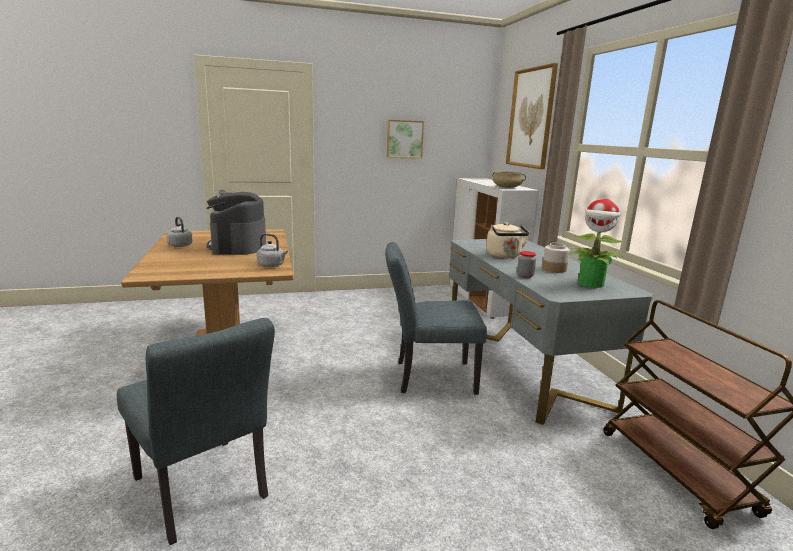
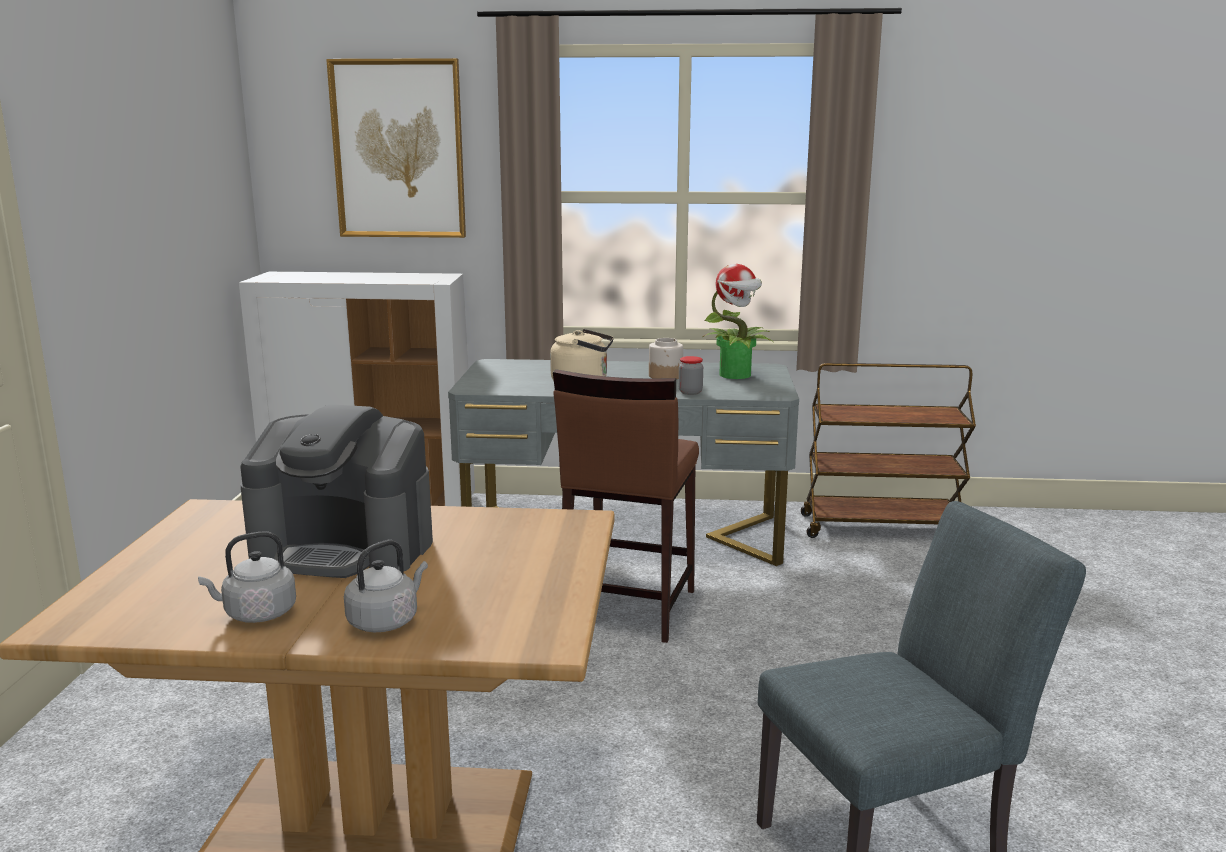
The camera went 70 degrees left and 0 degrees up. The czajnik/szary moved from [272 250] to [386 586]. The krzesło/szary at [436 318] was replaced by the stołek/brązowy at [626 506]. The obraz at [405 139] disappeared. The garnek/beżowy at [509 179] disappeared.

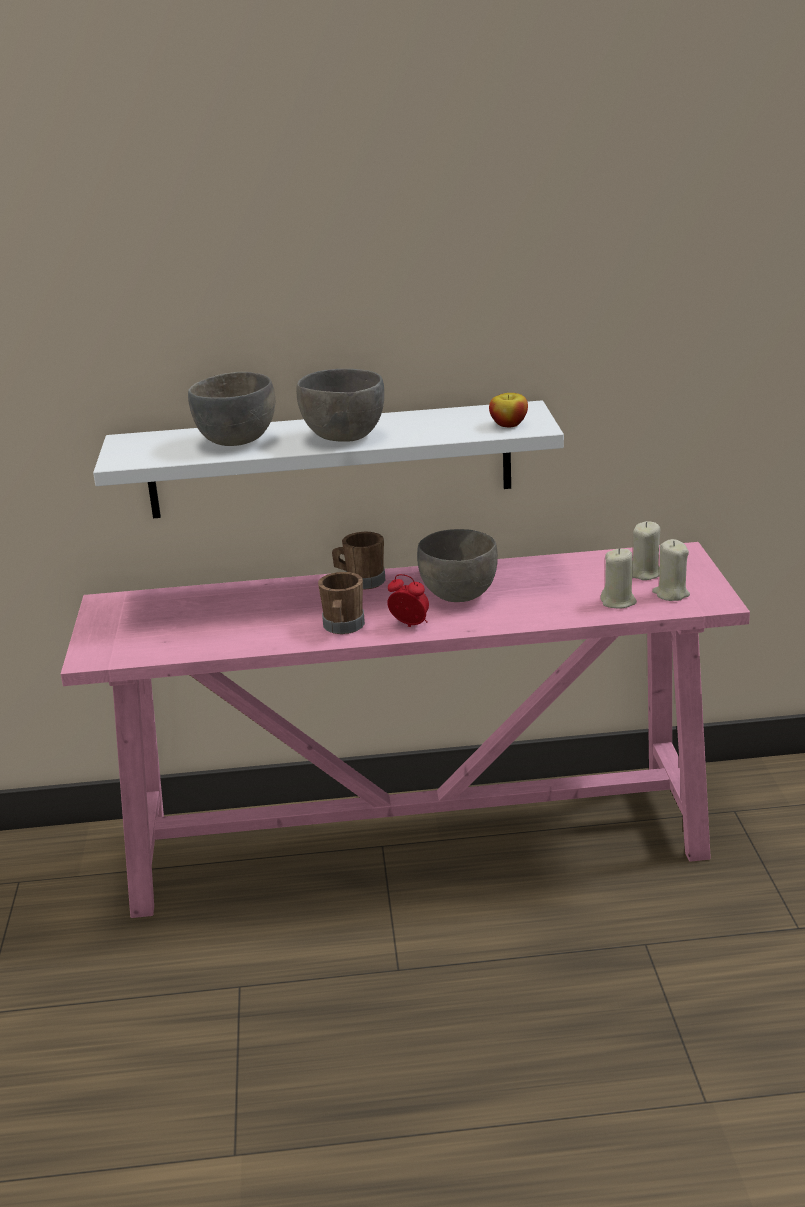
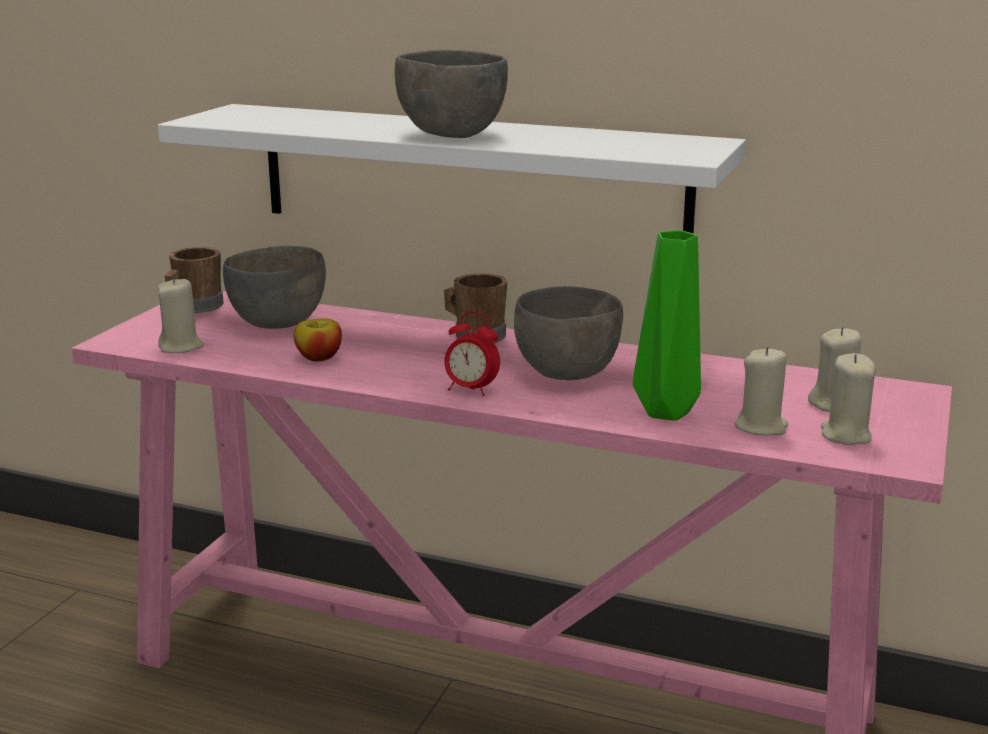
The camera went 25 degrees right and 5 degrees down. The miska/szary moved from [231 409] to [274 287]. The kubek/brązowy moved from [341 603] to [194 280]. The budzik at [408 600] turned 150 degrees clockwise. The jabłko moved from [508 410] to [318 340]. The świeca/beżowy at [181 315] appeared. The wazon/zielony at [667 325] appeared.

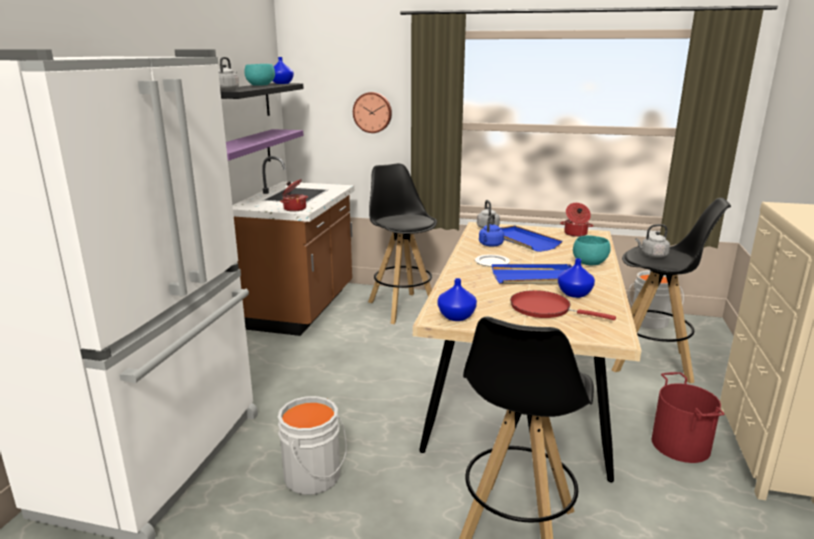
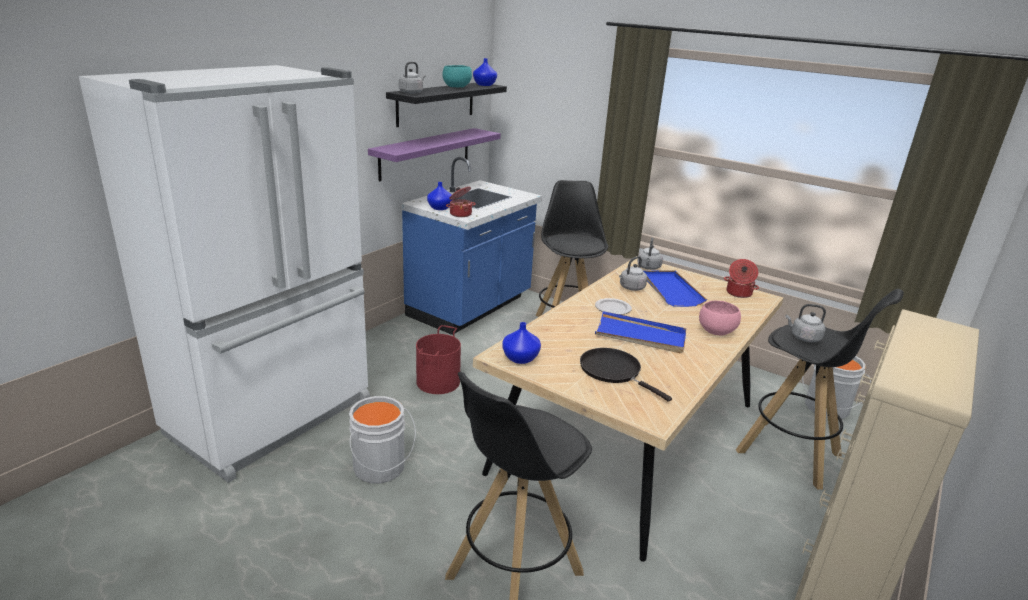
The camera went 20 degrees right and 5 degrees up. The zabudowa kuchenna/brązowy at [293 246] became the zabudowa kuchenna/niebieski at [471 246]. The zegar ścienny at [372 112] disappeared. The czajnik/niebieski at [491 230] became the czajnik/szary at [633 273]. The patelnia/czerwony at [563 305] became the patelnia/czarny at [626 375]. The wazon/niebieski moved from [576 278] to [439 196]. The miska/turkusowy at [592 250] became the miska/różowy at [720 318]. The wiadro/czerwony moved from [688 417] to [438 359].

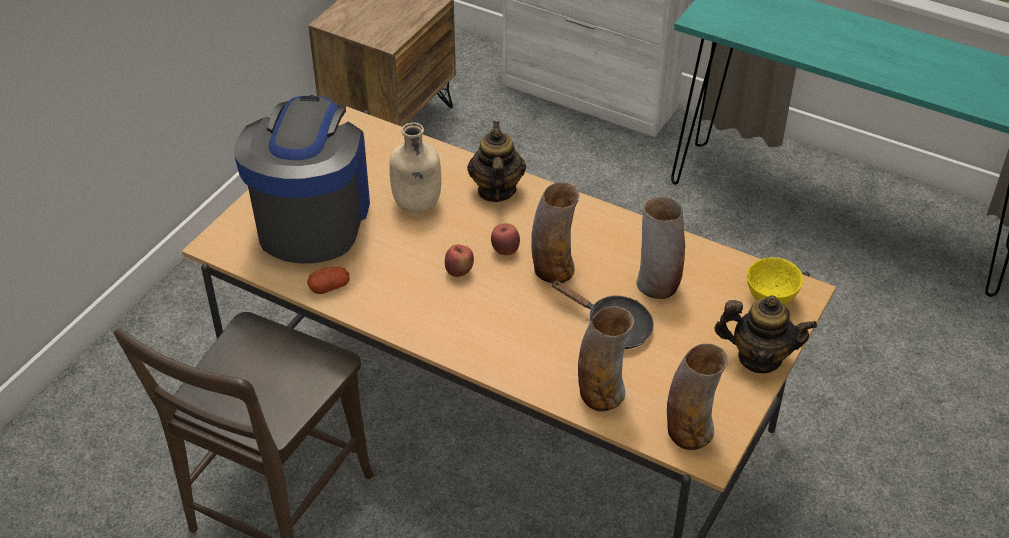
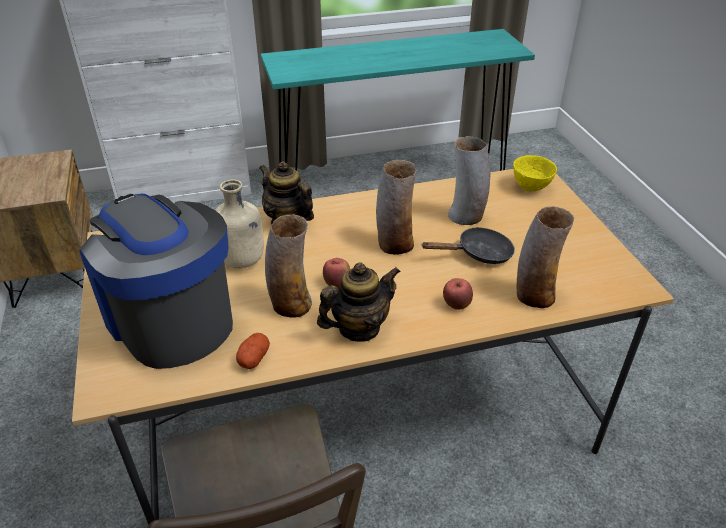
The camera went 45 degrees left and 5 degrees down. The jabłko moved from [505 239] to [458 294]. The wazon moved from [698 396] to [288 266]. The imbryk moved from [765 334] to [359 301].

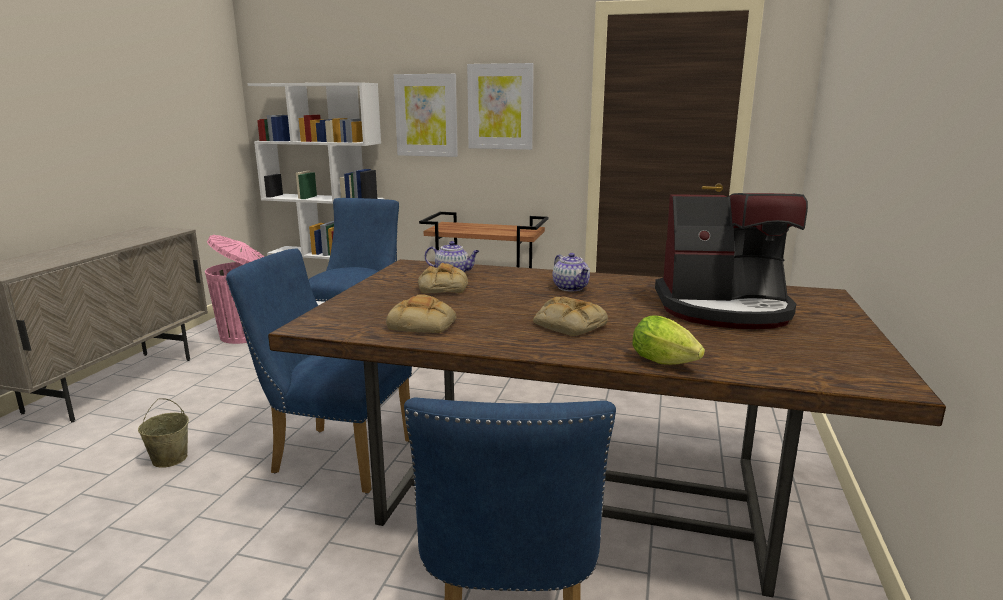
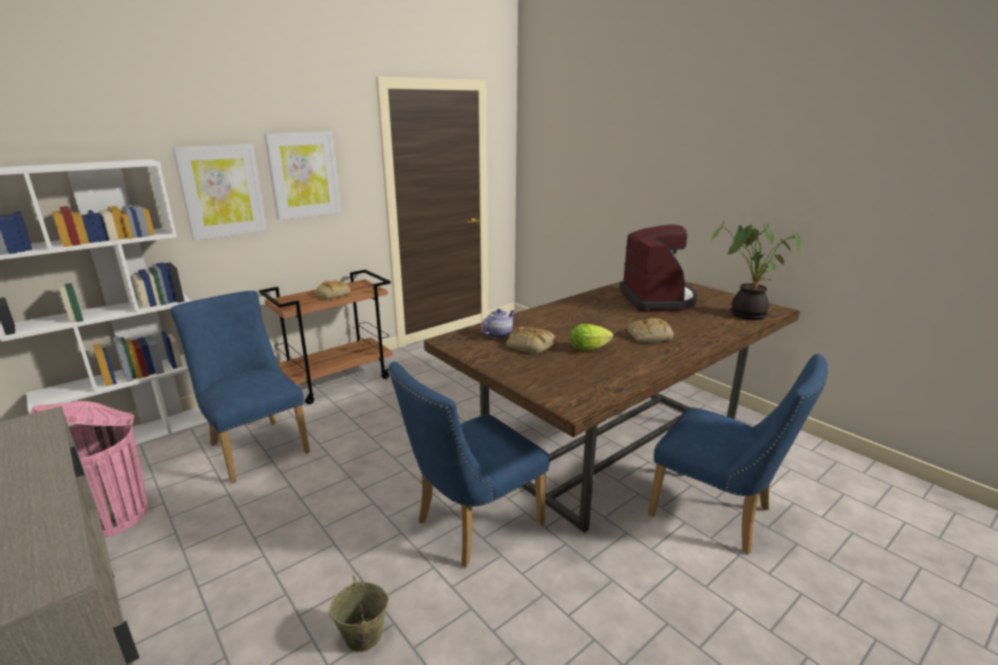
The camera went 55 degrees left and 5 degrees up. The chleb moved from [421 313] to [333 290]. The imbryk at [571 272] disappeared. The sałata moved from [668 340] to [591 337]. The ekspres do kawy at [731 261] turned 45 degrees counterclockwise. The roślina doniczkowa at [756 270] appeared.

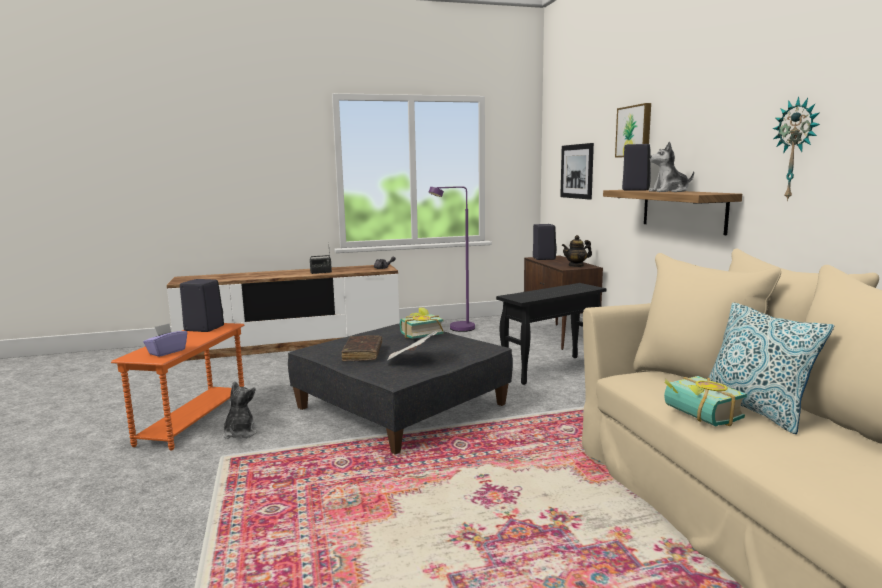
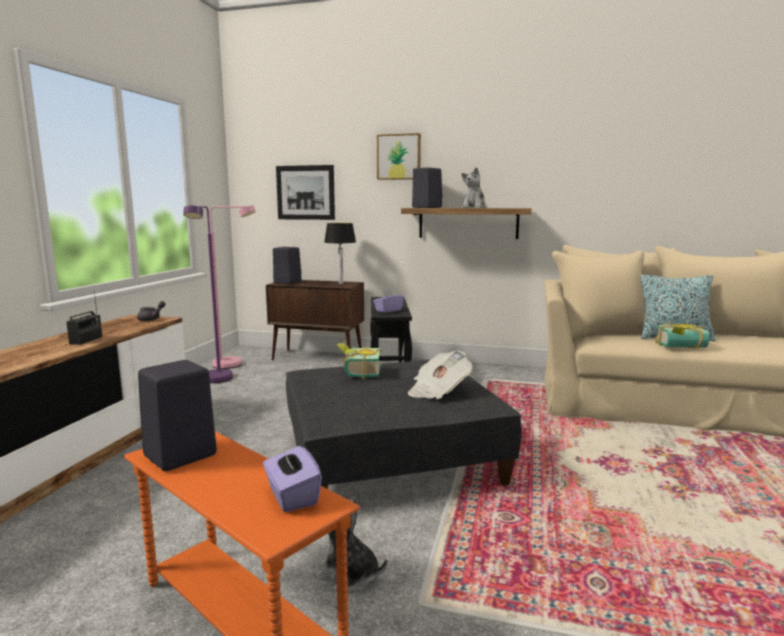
The camera went 60 degrees left and 0 degrees up. The książka/brązowy at [361 348] disappeared. The imbryk at [577 251] was replaced by the lampa stołowa at [340 253]. The zegar ścienny at [796 149] disappeared. The lampa stojąca/różowy at [233 287] appeared. The pudełko chusteczek/fioletowy at [388 301] appeared.

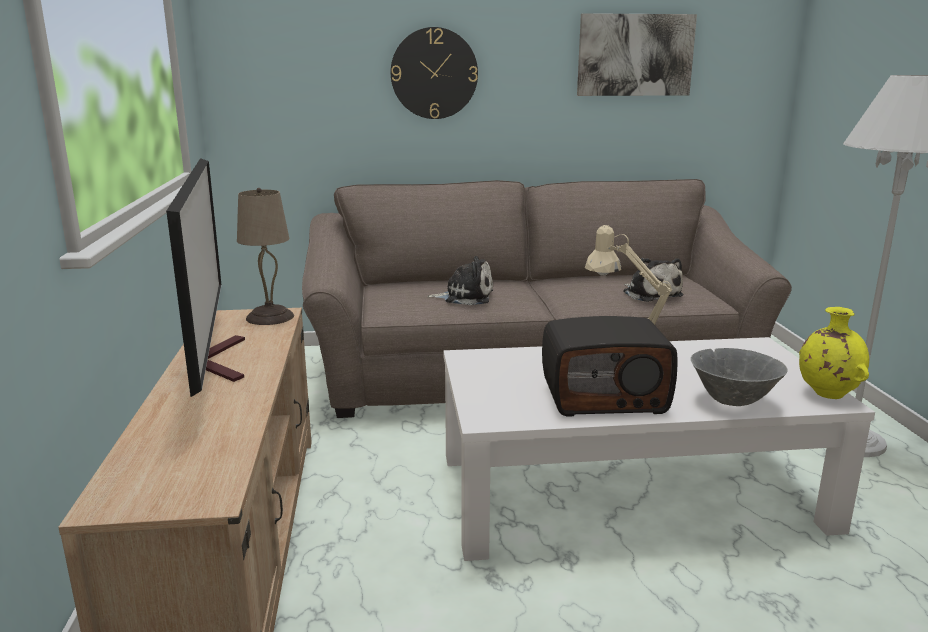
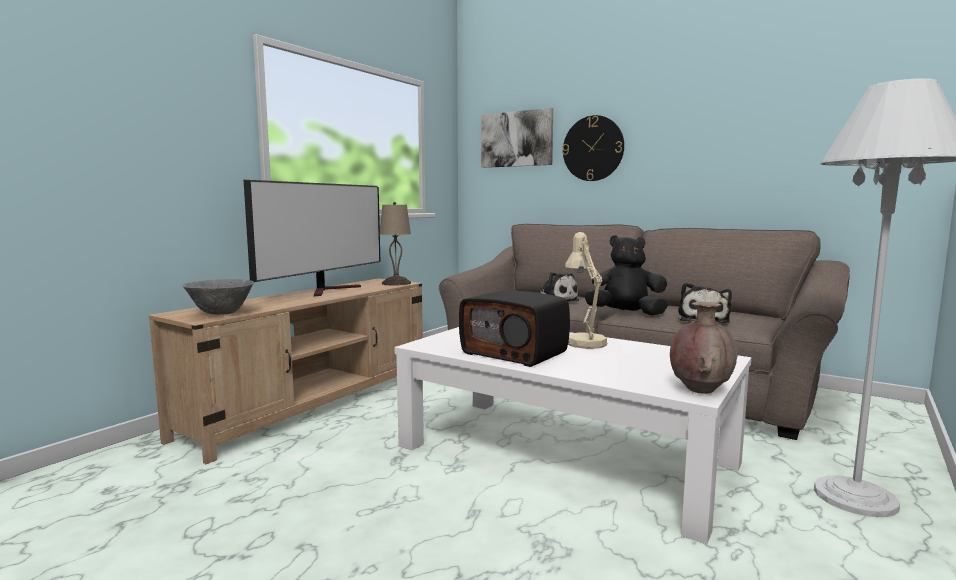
The camera went 40 degrees right and 10 degrees down. The obraz moved from [637 54] to [517 138]. The miska/szary moved from [739 377] to [218 297]. The wazon/żółty at [834 353] became the wazon/brązowy at [703 348]. The pluszak/czarny at [626 275] appeared.

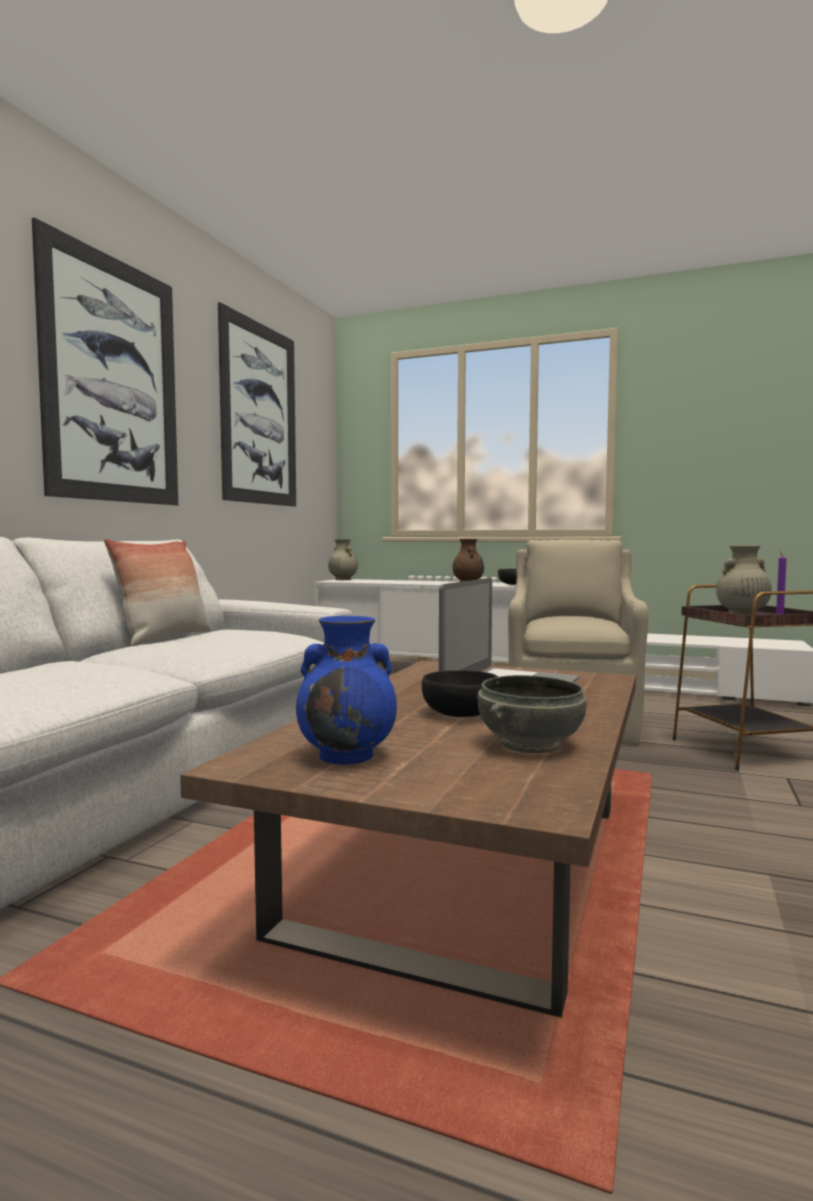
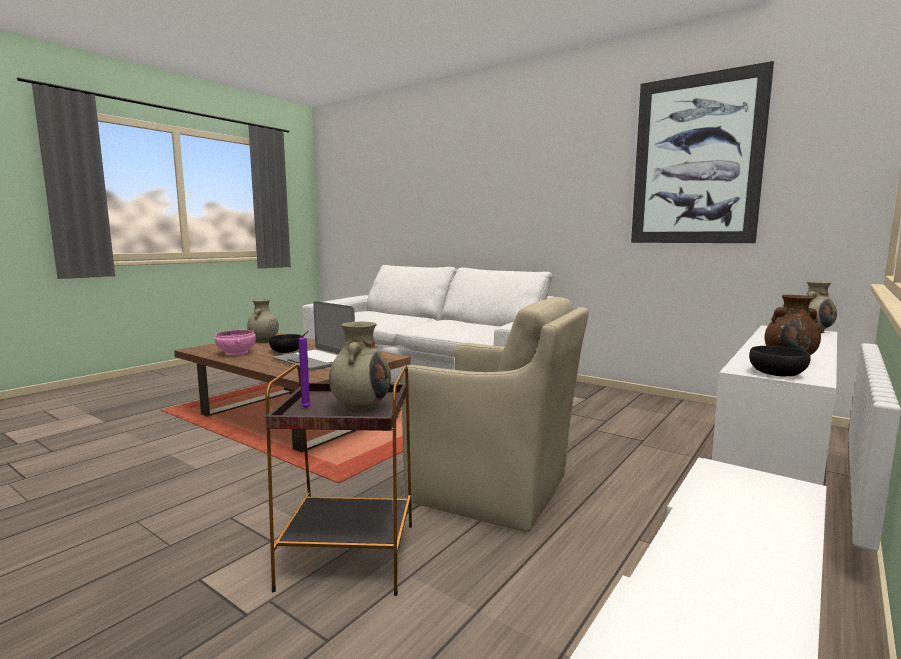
The camera went 105 degrees right and 5 degrees up. The obraz at [105 362] disappeared. The poduszka at [157 592] disappeared. The wazon/niebieski at [346 690] became the wazon/beżowy at [263 320]. The miska/szary at [531 714] became the miska/różowy at [235 343].

